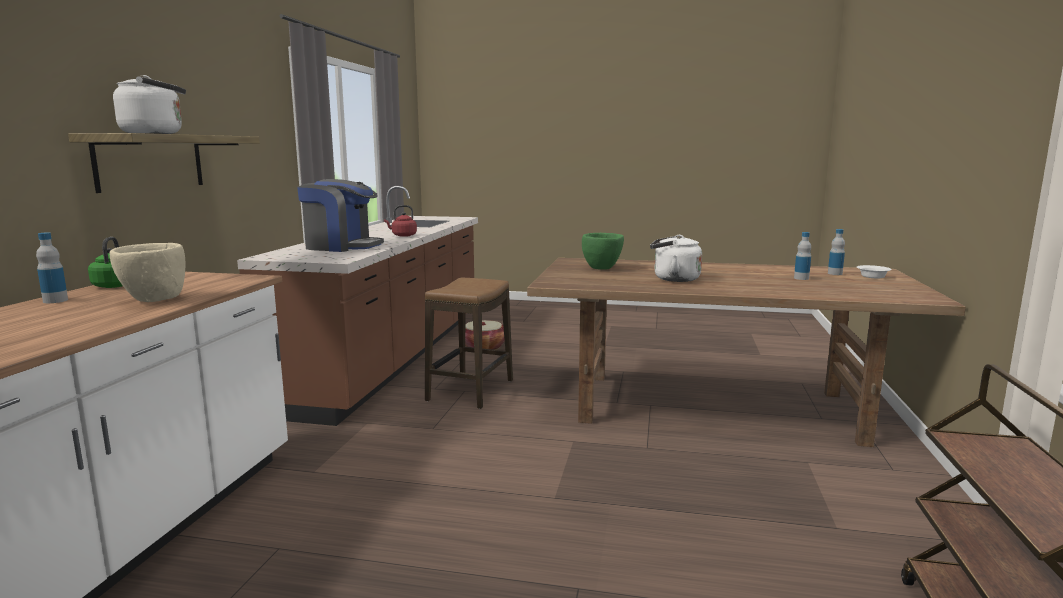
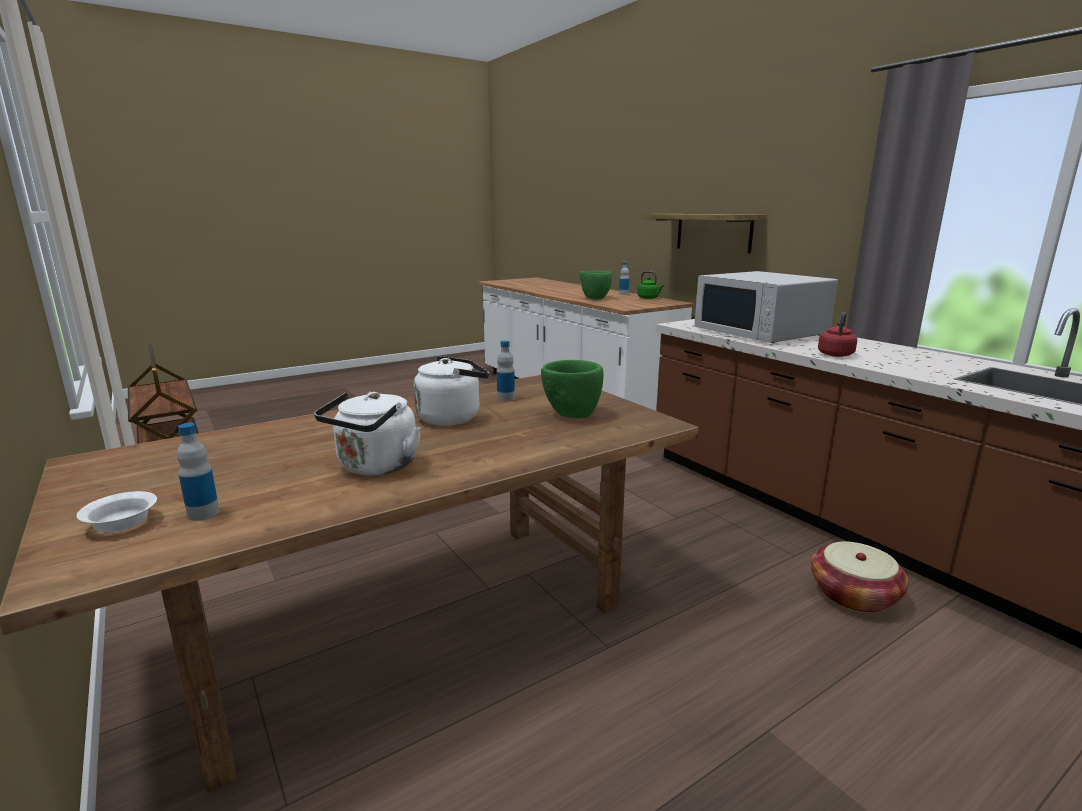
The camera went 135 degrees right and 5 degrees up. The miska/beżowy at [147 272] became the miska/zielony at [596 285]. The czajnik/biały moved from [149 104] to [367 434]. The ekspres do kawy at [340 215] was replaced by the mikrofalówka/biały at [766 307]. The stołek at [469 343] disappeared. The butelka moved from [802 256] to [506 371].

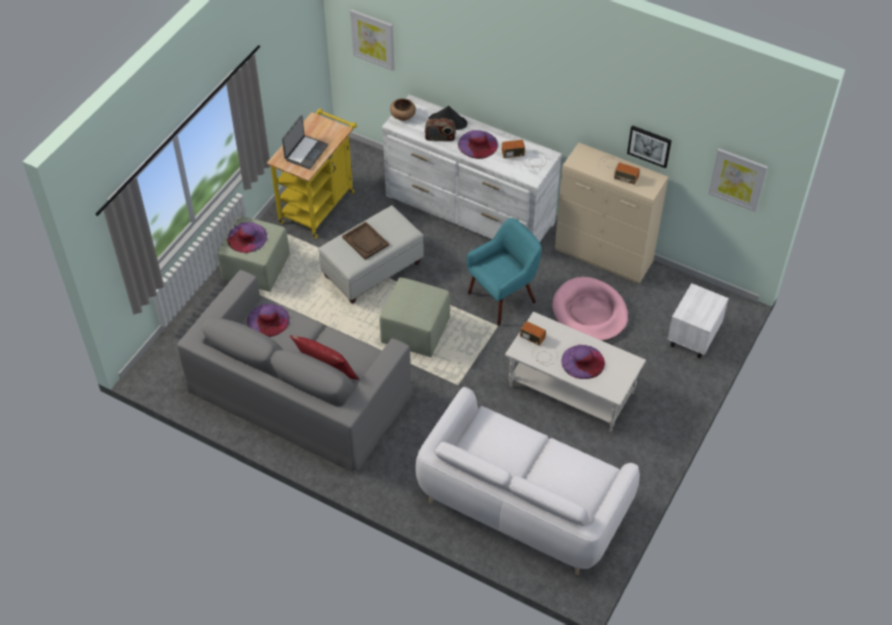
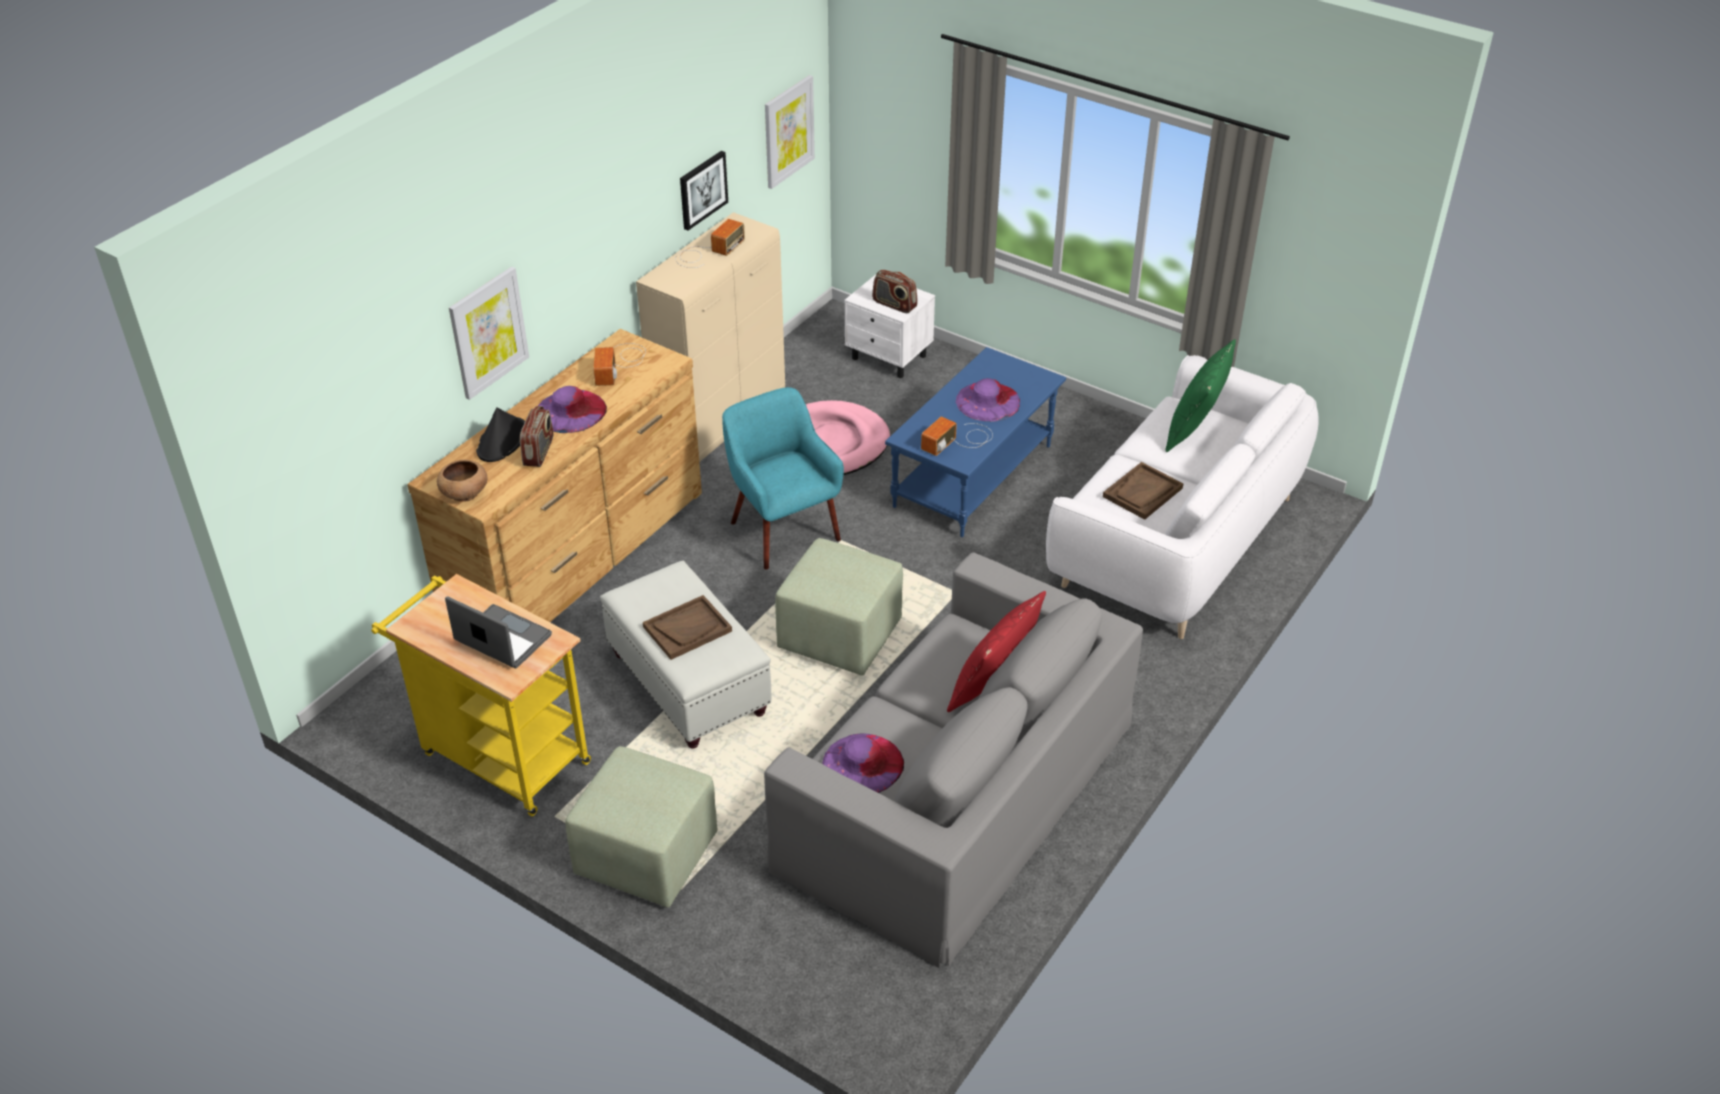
The camera went 85 degrees left and 10 degrees down. The kapelusz/fioletowy at [247 237] disappeared. The obraz moved from [372 40] to [489 333]. The komoda/biały at [472 168] became the komoda/brązowy at [554 475]. The ława/biały at [575 371] became the ława/niebieski at [975 442]. The radio at [895 291] appeared. The taca/brązowy at [1143 491] appeared. The poduszka/zielony at [1200 395] appeared.

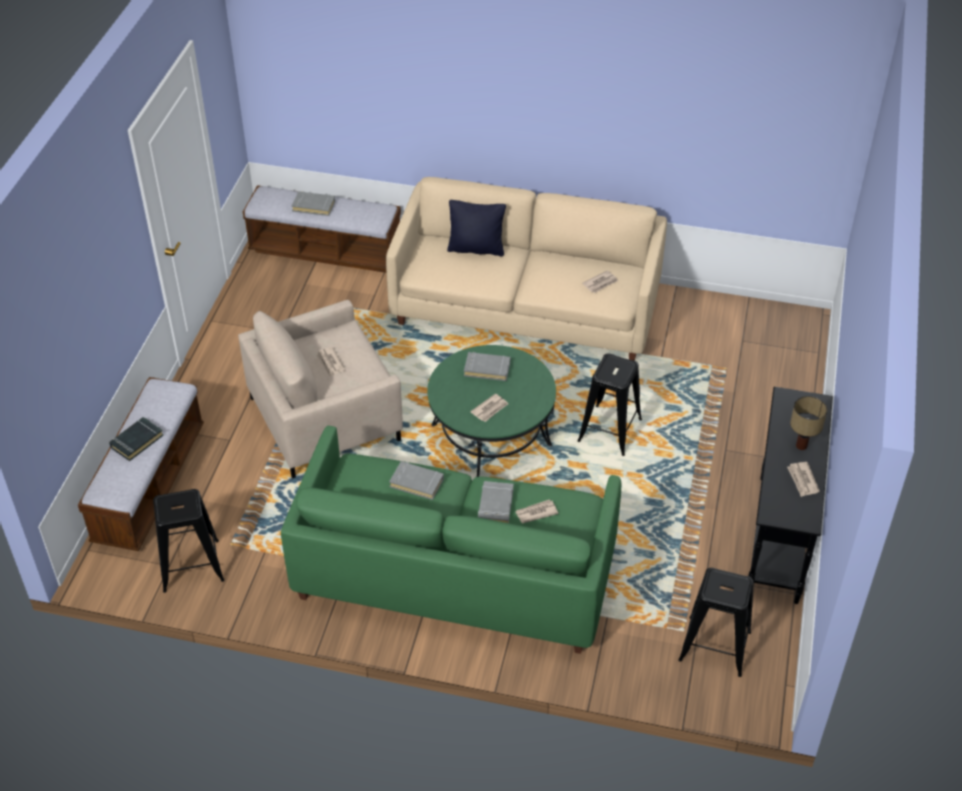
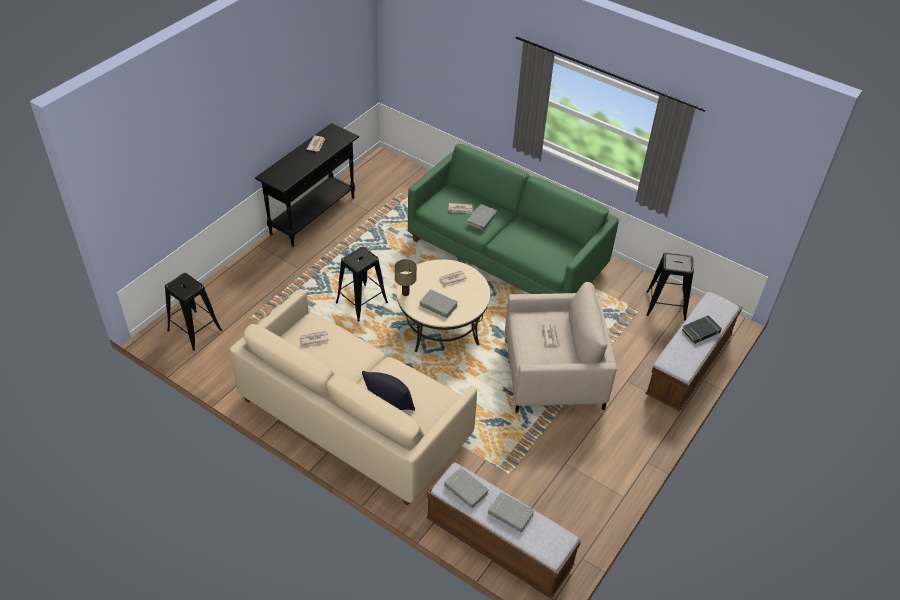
The camera went 160 degrees left and 0 degrees up. The książka/szary moved from [416 480] to [466 487]. The ława/zielony at [491 411] became the ława/beżowy at [443 305]. The stołek/czarny moved from [716 622] to [193 312]. The lampa stołowa moved from [808 423] to [406 277].

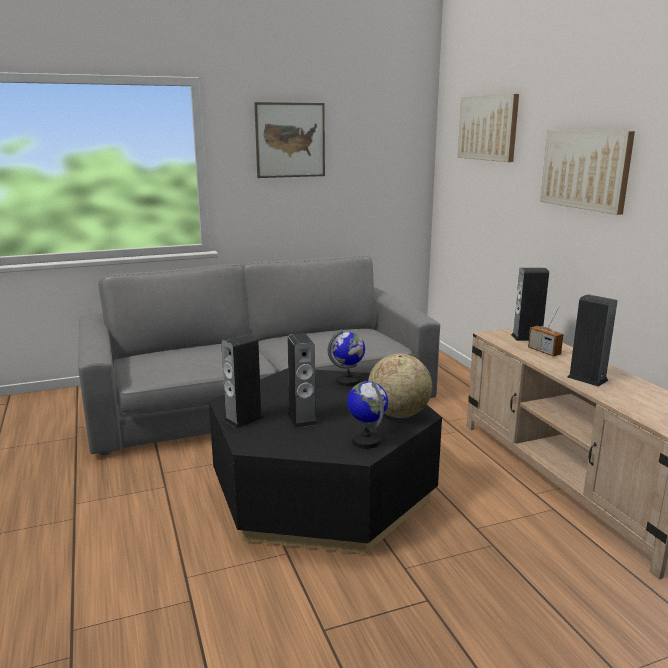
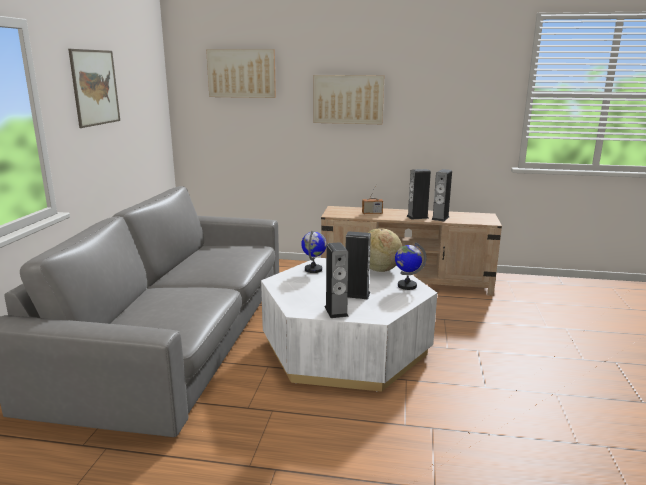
The camera went 60 degrees left and 0 degrees up. The ława/czarny at [325 461] became the ława/biały at [349 325]. The głośnik moved from [530 304] to [442 195].

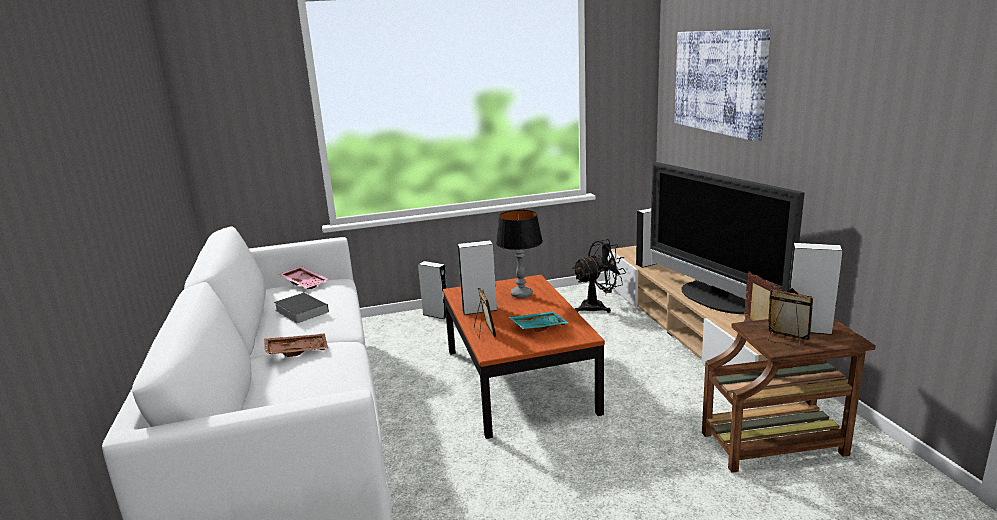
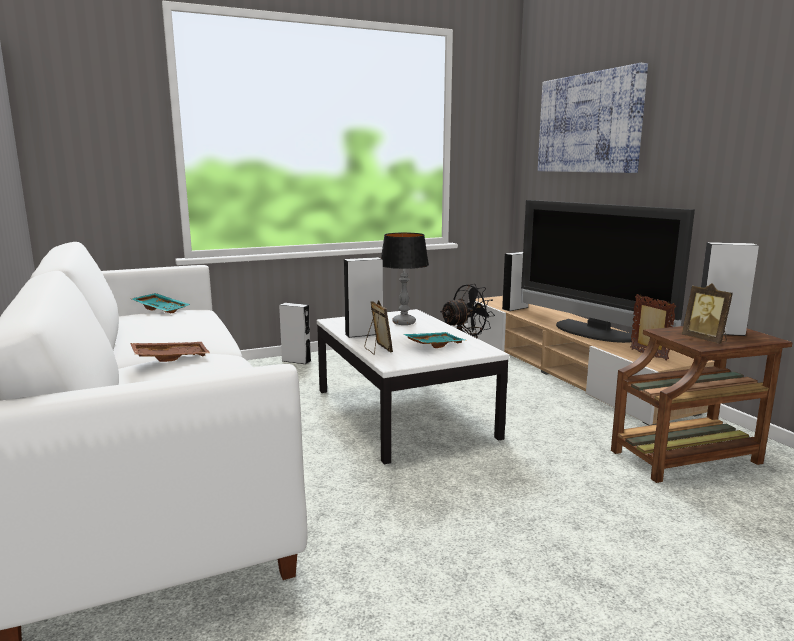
The camera went 10 degrees left and 5 degrees down. The książka at [301 307] disappeared. The taca/różowy at [303 277] became the taca/turkusowy at [161 303]. The ława/brązowy at [524 357] became the ława/biały at [413 387]. The ramka na zdjęcie at [790 317] turned 150 degrees counterclockwise.

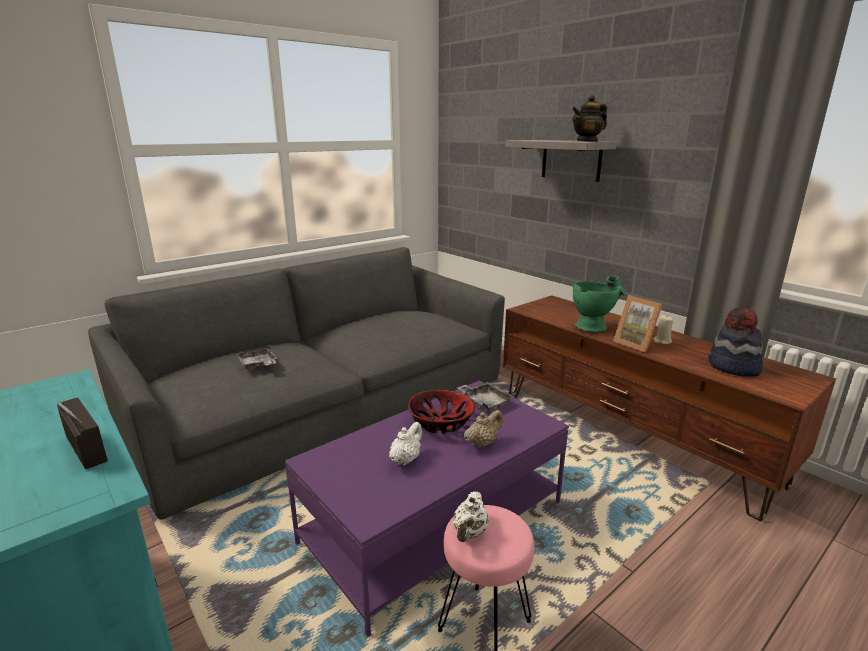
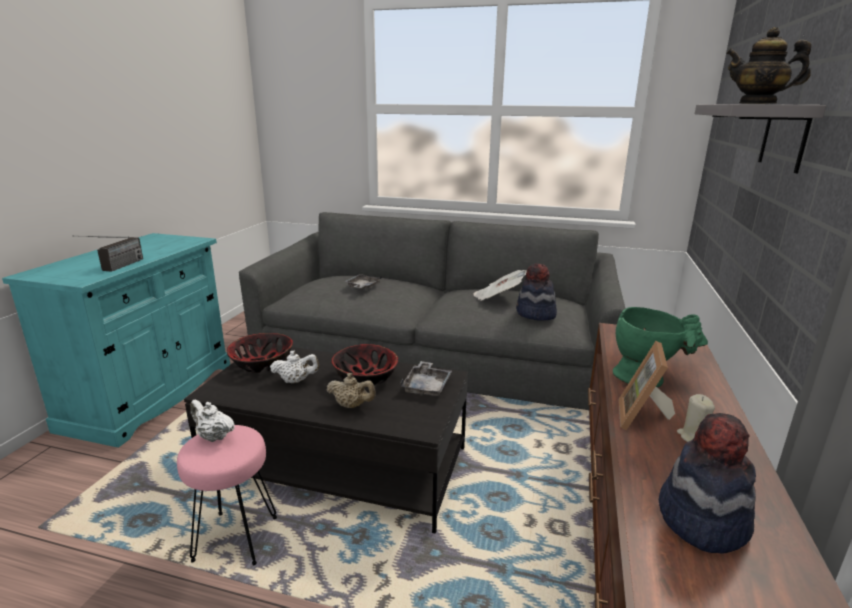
The camera went 55 degrees right and 0 degrees up. The ława/fioletowy at [427 509] became the ława/czarny at [326 438]. The imbryk/biały at [470 516] turned 45 degrees clockwise. The miska at [260 353] appeared. The gazeta at [500 285] appeared. The kapelusz at [536 292] appeared.

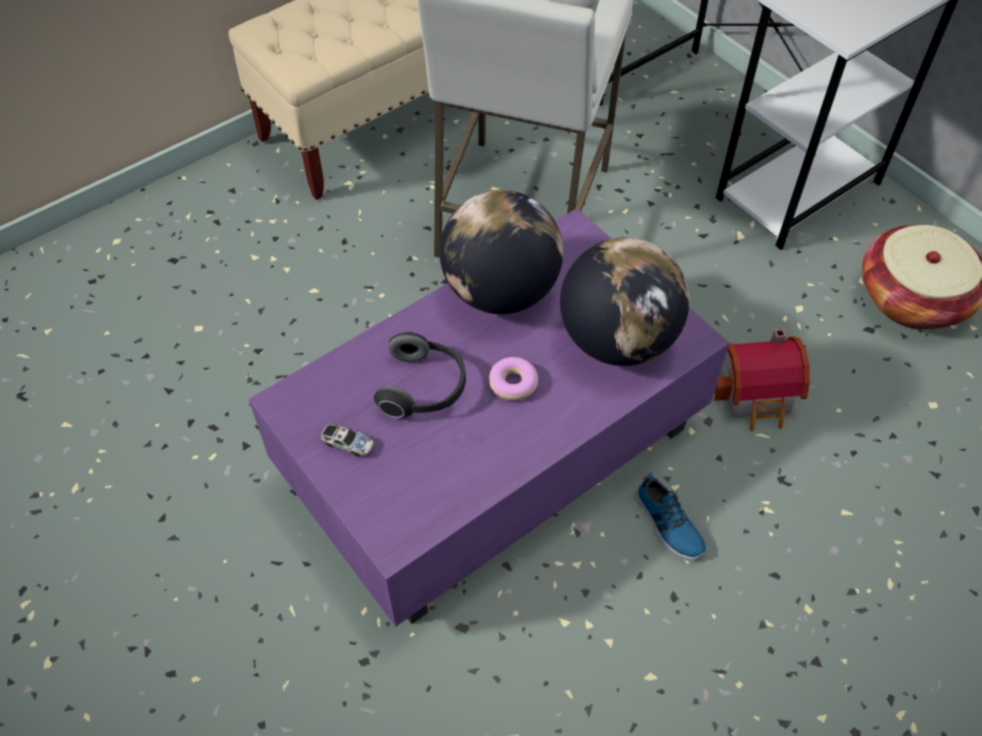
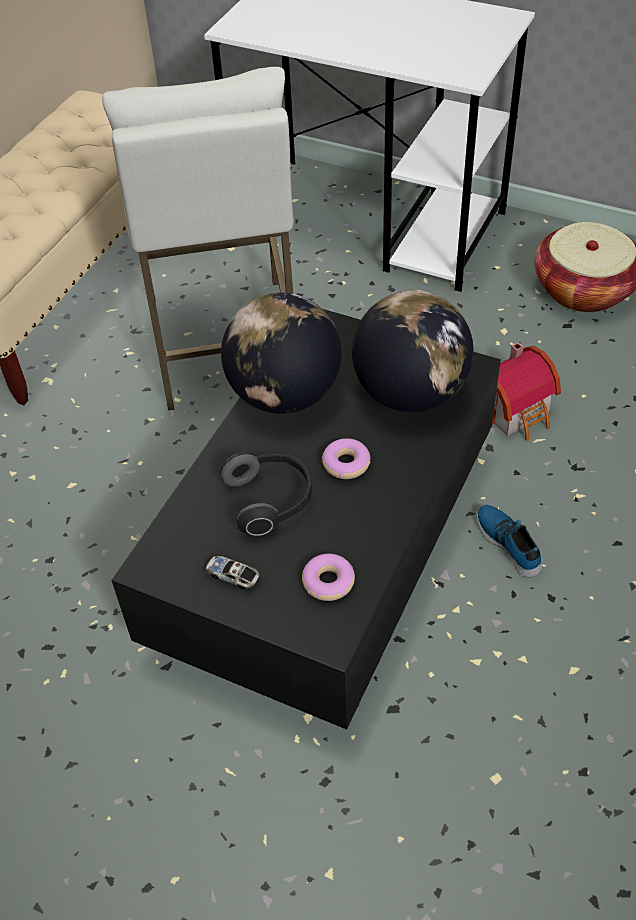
The camera went 25 degrees left and 5 degrees down. The ława/fioletowy at [489 417] became the ława/czarny at [306 519]. The samochodzik at [347 439] turned 150 degrees counterclockwise. The but at [671 516] turned 150 degrees counterclockwise. The donut at [328 577] appeared.

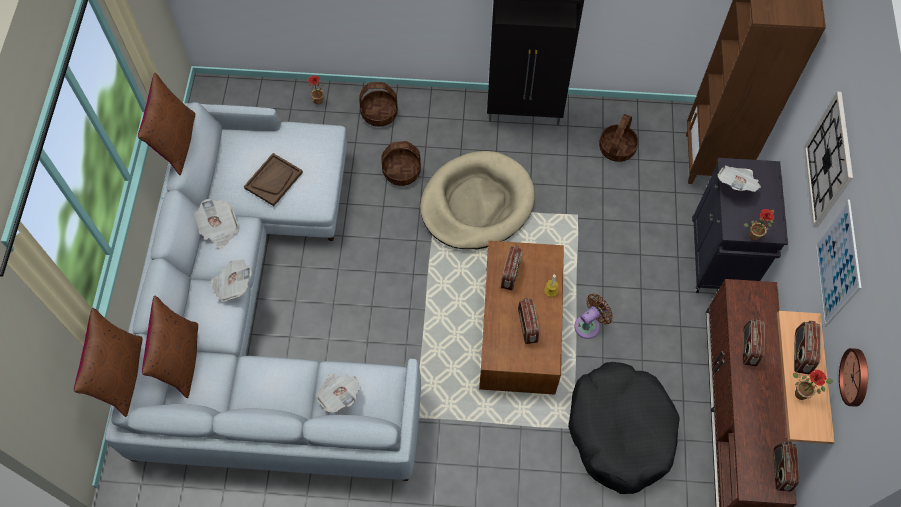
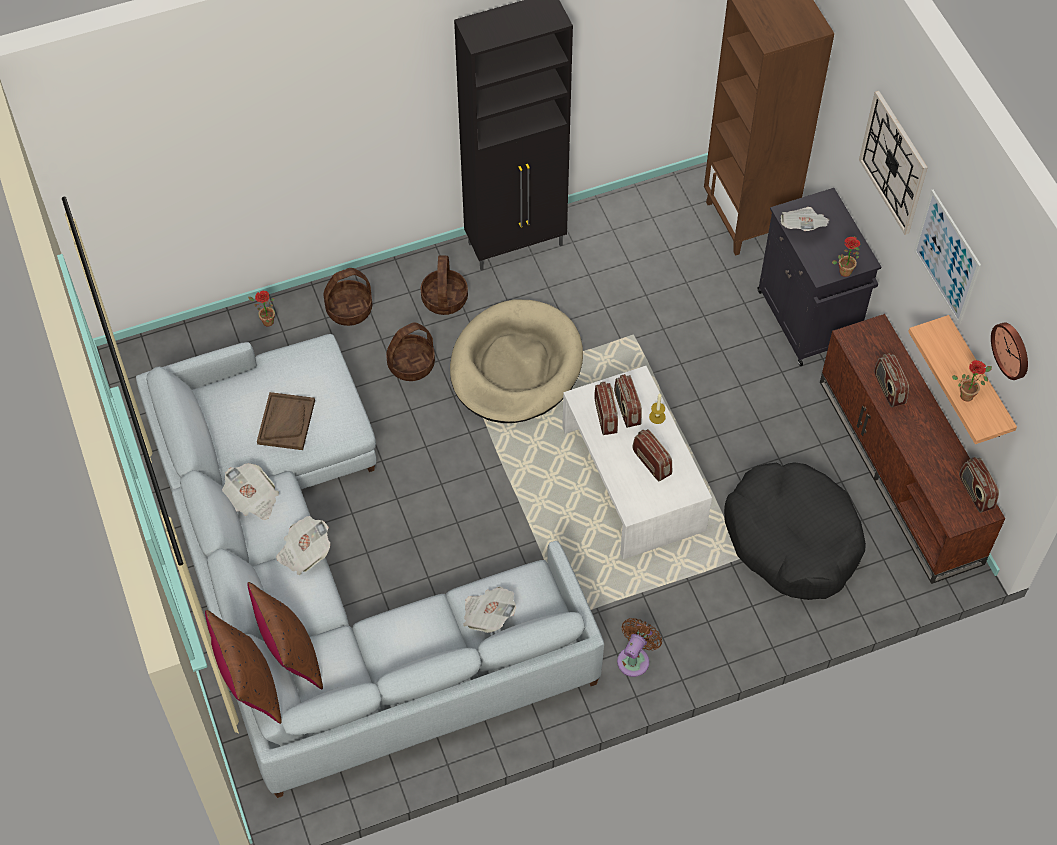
The camera went 25 degrees left and 5 degrees down. The poduszka/brązowy at [166 124] disappeared. The ława/brązowy at [521 318] became the ława/biały at [637 463]. The wentylator/brązowy moved from [593 316] to [639 647]. The koszyk moved from [618 138] to [444 285]. The radio moved from [807 348] to [628 401].

